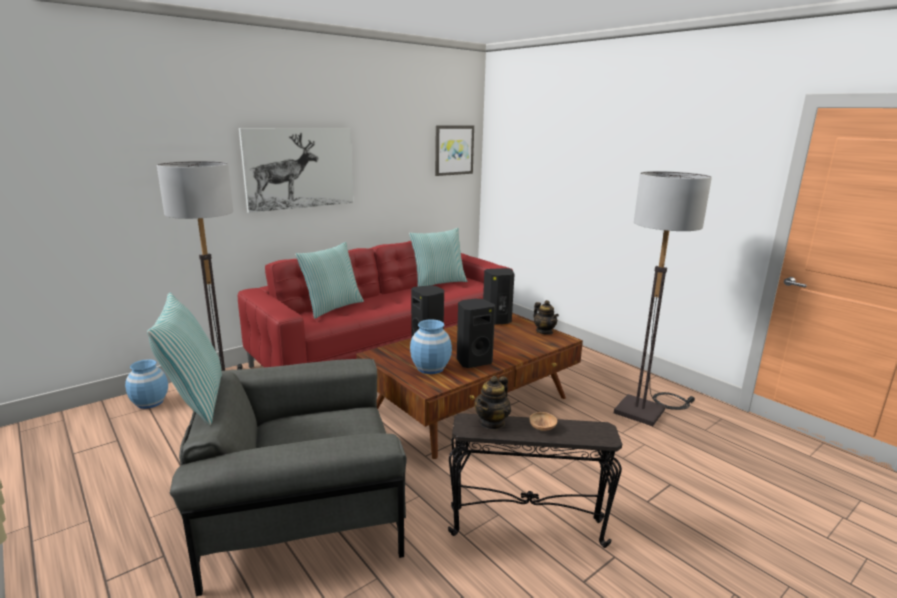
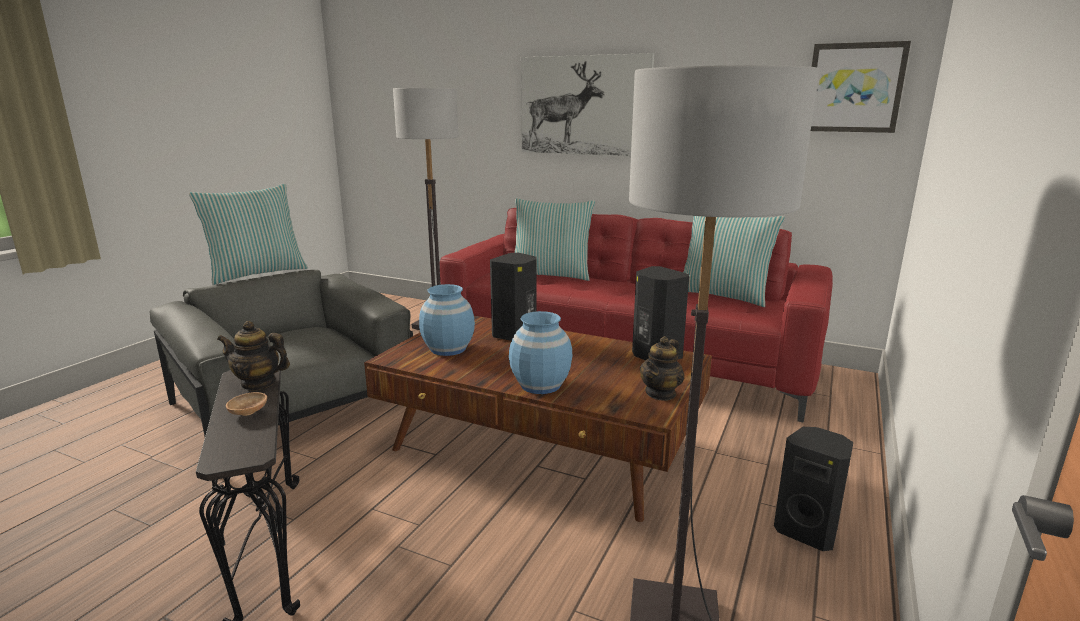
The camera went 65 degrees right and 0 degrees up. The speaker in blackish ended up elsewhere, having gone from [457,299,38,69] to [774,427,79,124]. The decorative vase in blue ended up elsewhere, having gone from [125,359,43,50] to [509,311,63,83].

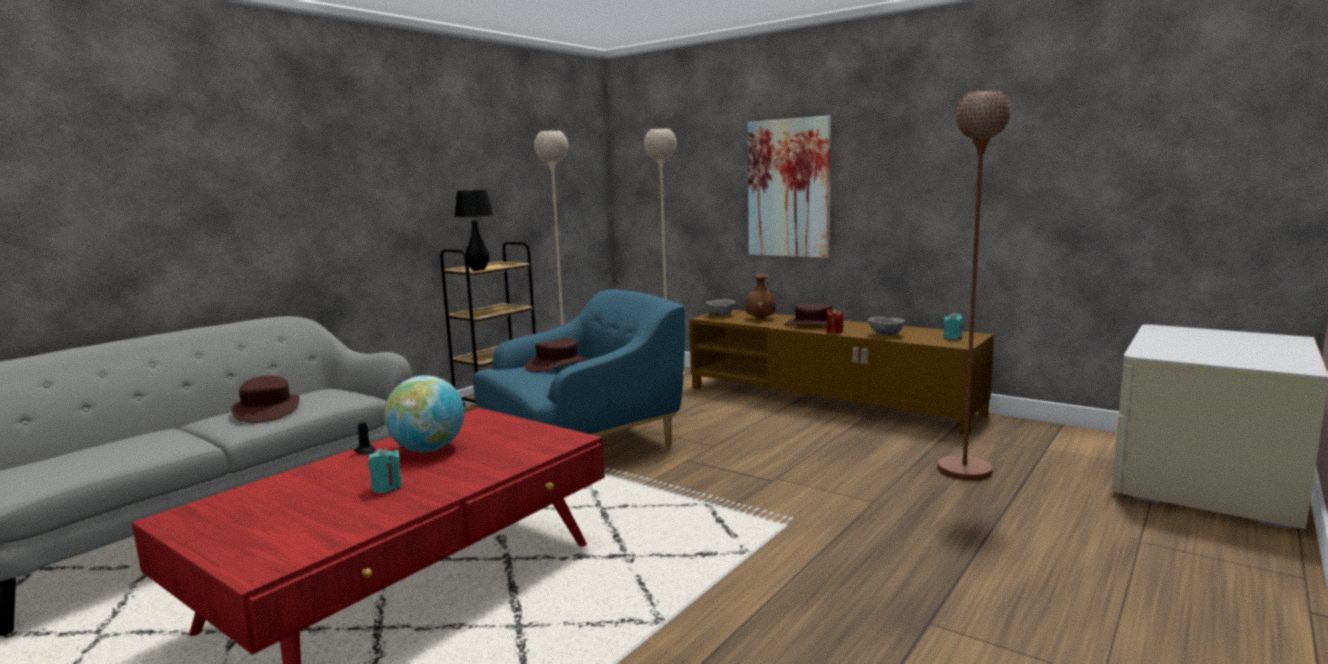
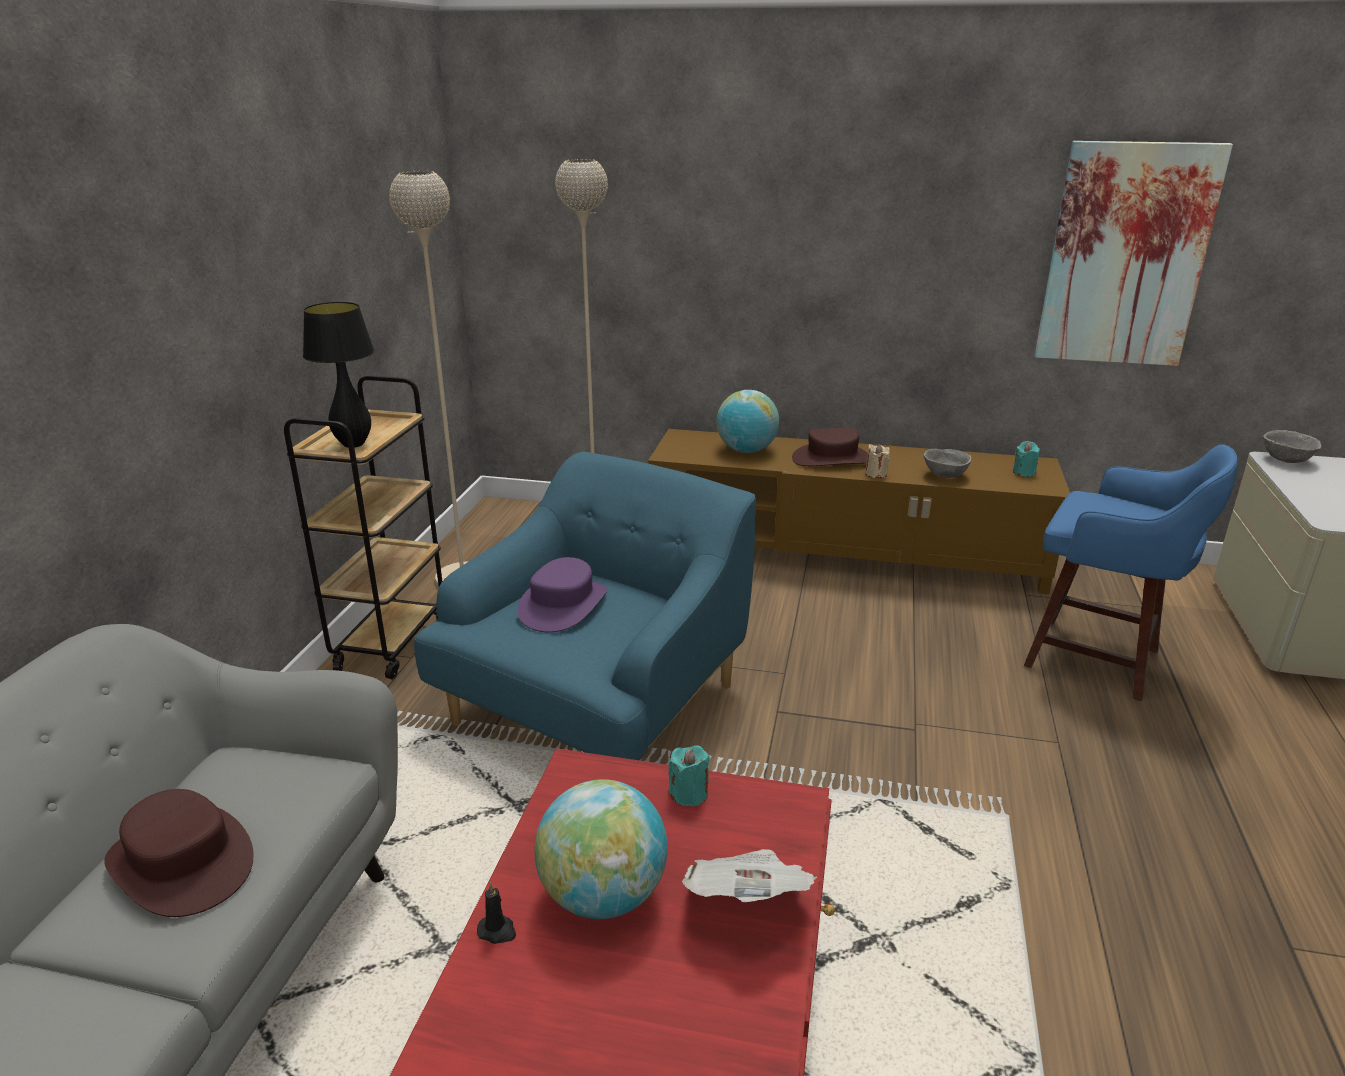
The camera went 25 degrees left and 15 degrees up. Where the floor lamp in brown stood at [937,90,74,391], the sitting stool in blue came to stand at [1024,444,214,257]. The picture ended up elsewhere, having gone from [748,116,83,142] to [1035,141,198,225]. Where the decorative vase in brown stood at [746,275,30,44], the globe came to stand at [717,390,63,63]. The bowl in grey ended up elsewhere, having gone from [706,299,29,17] to [1263,430,58,33]. What was the candle in red at [826,308,17,26] turned into the candle in beige-coloured at [865,444,25,34]. What was the clothing hat in brown at [525,338,65,34] turned into the clothing hat in purple-coloured at [517,557,90,75]. The candle in turquoise ended up elsewhere, having gone from [368,447,34,46] to [668,745,42,62]. The second view gained the newspaper at [682,849,135,53].

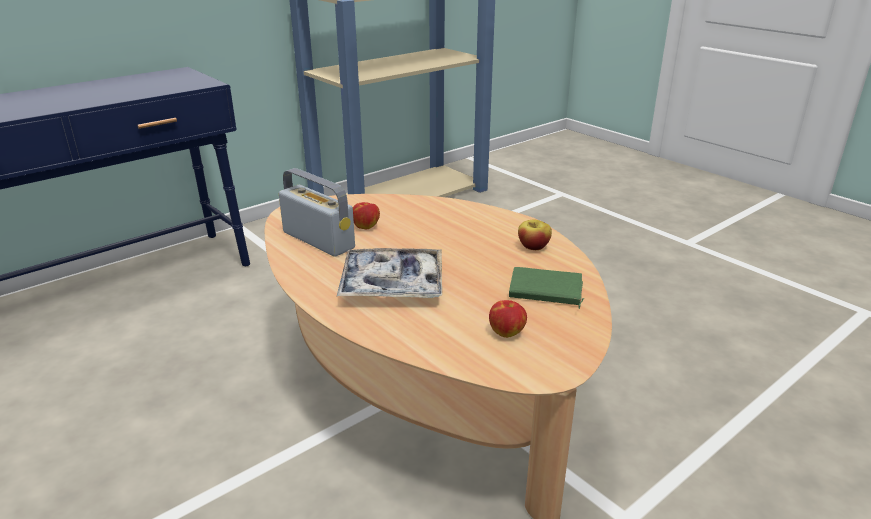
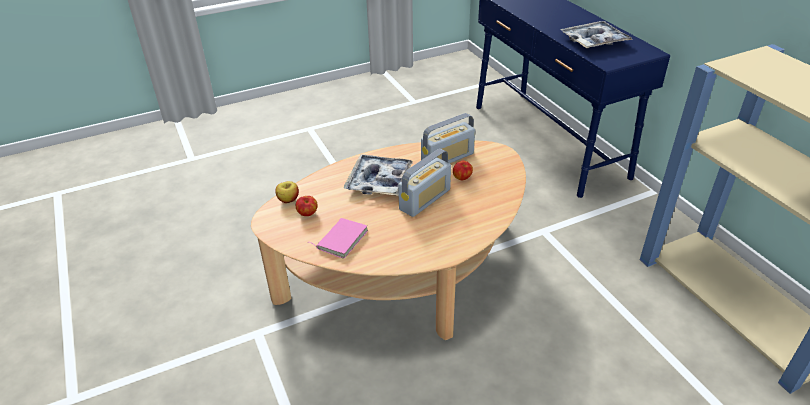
The camera went 105 degrees right and 10 degrees up. The apple fruit ended up elsewhere, having gone from [518,220,34,30] to [275,181,24,22]. What was the book in greenish at [509,267,75,42] turned into the book in pink at [310,218,58,41]. The second view gained the serving tray at [560,21,73,28]. The second view gained the radio set at [398,149,53,68].

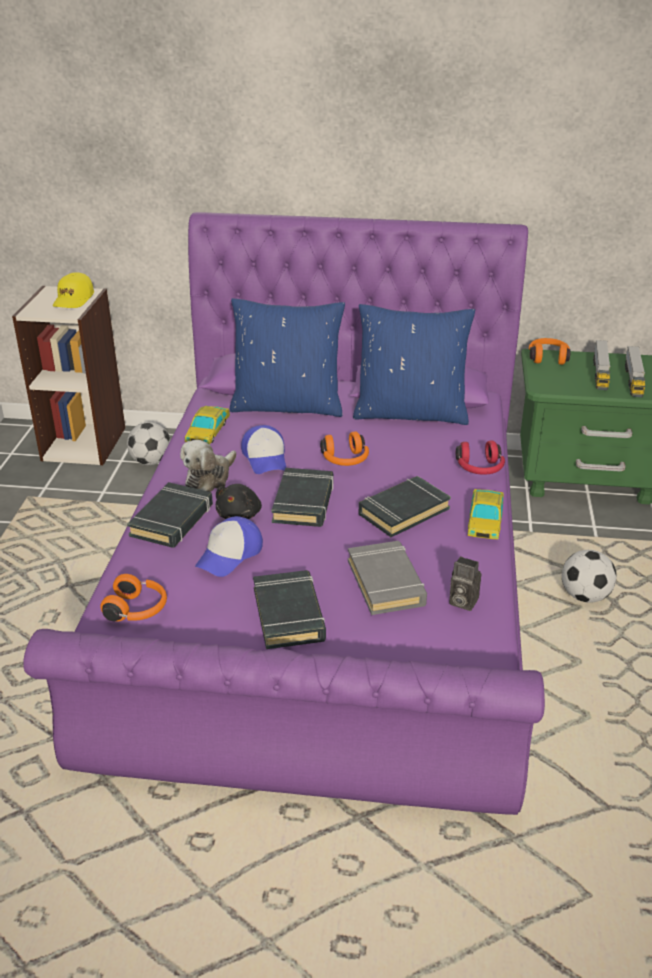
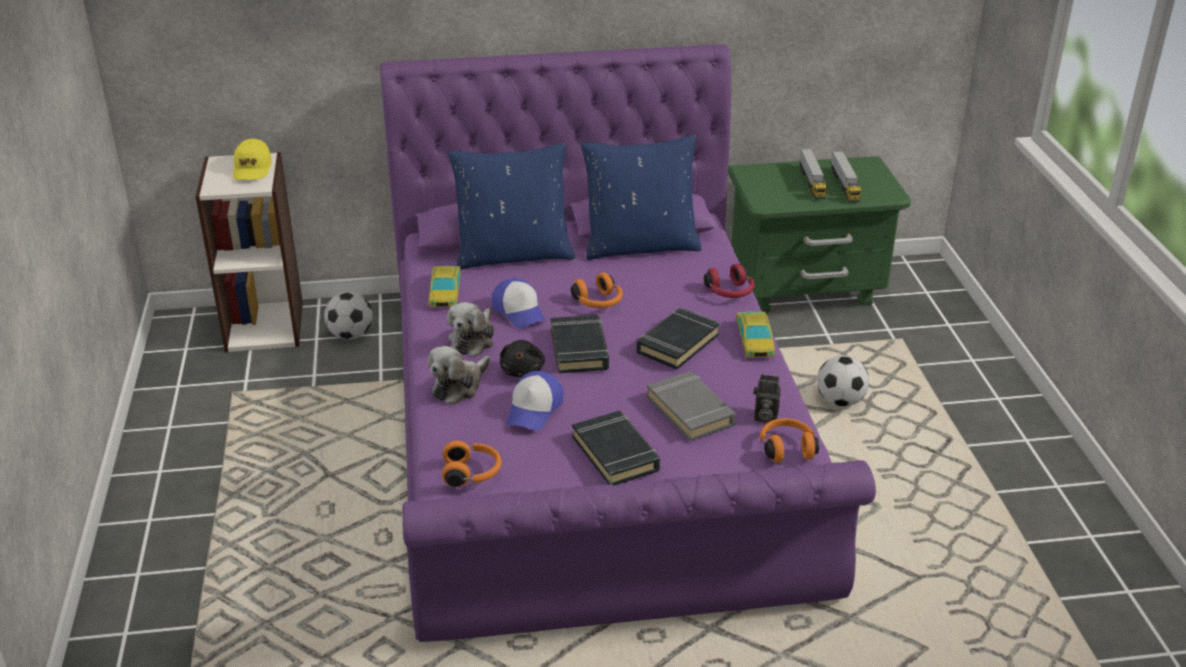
The camera went 15 degrees left and 0 degrees up. The pair of headphones in orangey ended up elsewhere, having gone from [529,338,42,27] to [760,418,59,44]. Where the book in blackish stood at [127,482,86,66], the cuddly toy came to stand at [428,346,62,59].

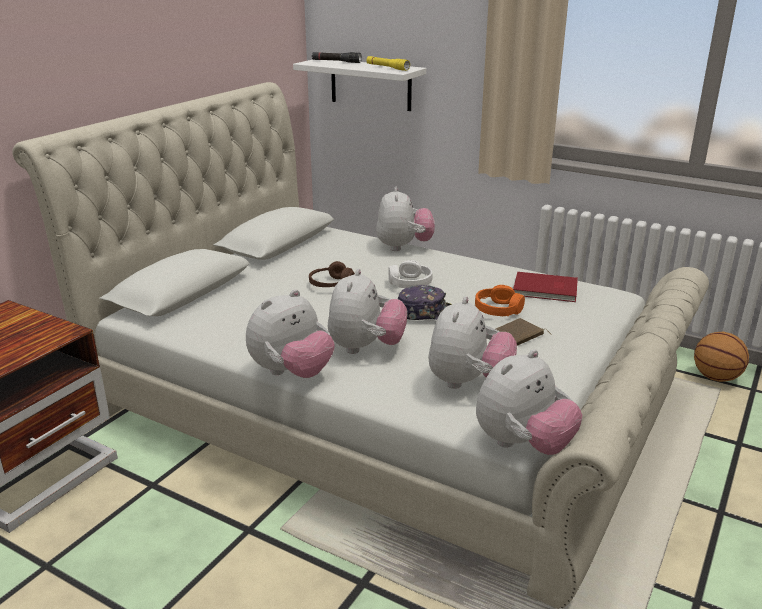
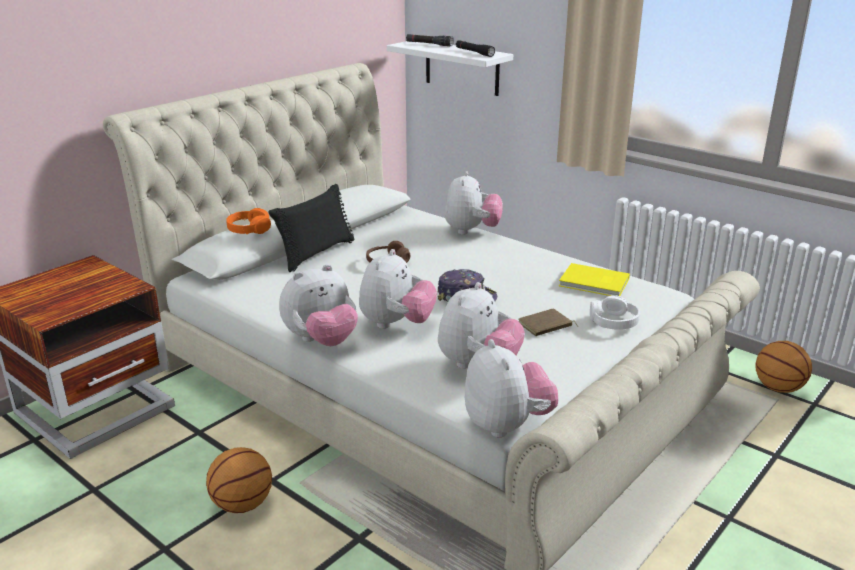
The camera went 10 degrees right and 0 degrees up. What was the flashlight in yellow-coloured at [366,56,44,15] turned into the flashlight in blackish at [456,40,39,17]. The pair of headphones in whitish ended up elsewhere, having gone from [389,260,44,28] to [590,295,50,35]. What was the book in red at [513,272,65,30] turned into the book in yellow-coloured at [559,263,71,33]. The pair of headphones in orangey ended up elsewhere, having gone from [475,285,50,31] to [226,208,45,26]. The cuddly toy at [476,349,106,106] ended up facing another way, 75 degrees counterclockwise from before. The second view gained the throw pillow in blackish at [268,184,87,88]. The second view gained the ball for basketball at [206,447,66,66].

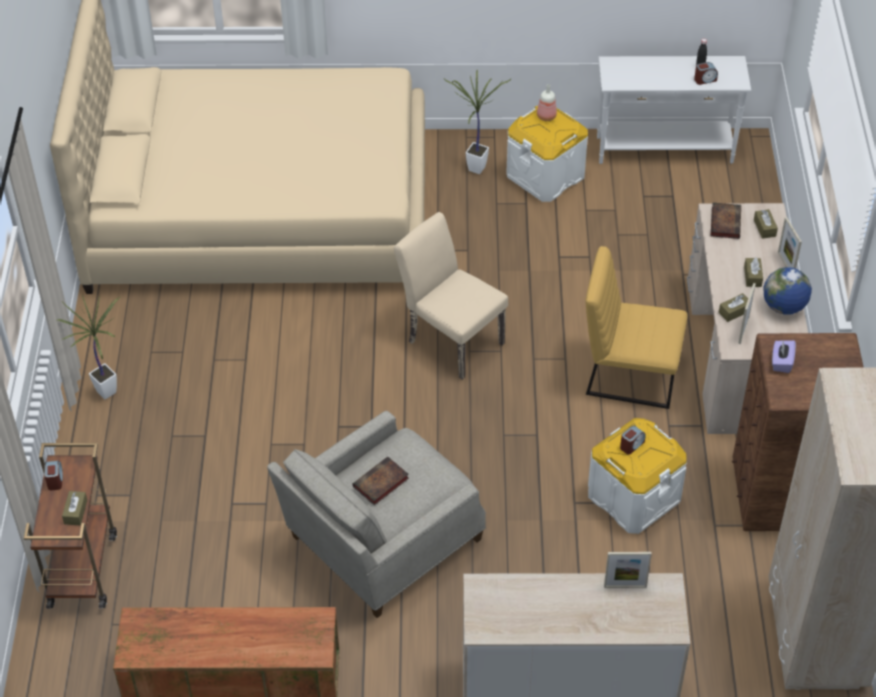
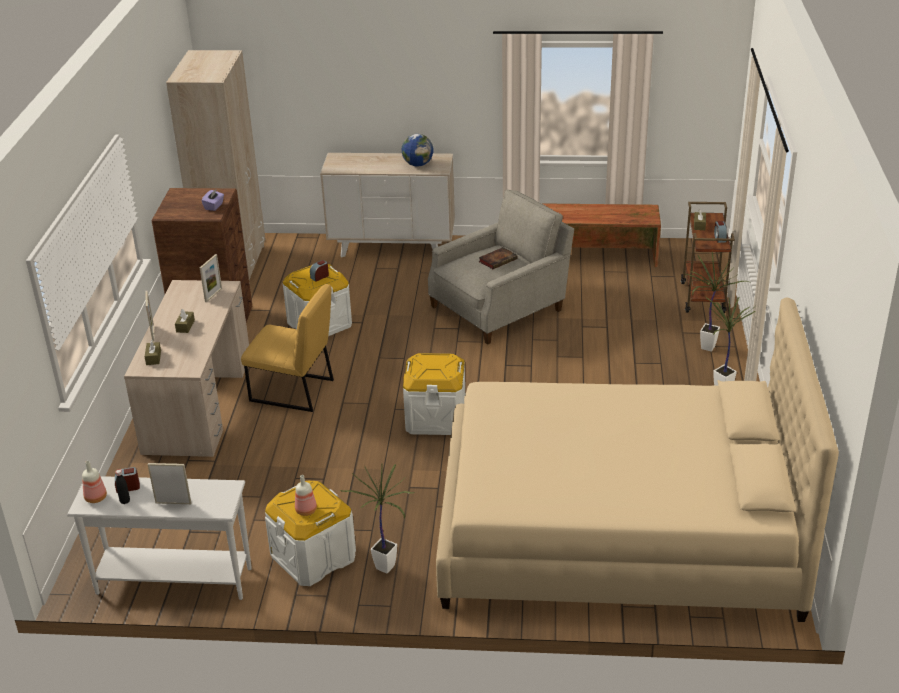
The camera went 175 degrees left and 15 degrees down. The second view lost the book at [711,203,30,36]. Where the upright chair in beige-coloured stood at [394,212,114,168], the storage box in whitish came to stand at [403,353,62,82]. The globe ended up elsewhere, having gone from [764,267,48,48] to [402,134,32,33]. The second view lost the tissue holder in brown at [719,293,29,29]. The photo frame ended up elsewhere, having gone from [604,552,48,36] to [148,463,43,41]. The second view gained the potted plant at [686,252,62,99]. The second view gained the beverage bottle at [82,461,25,42].

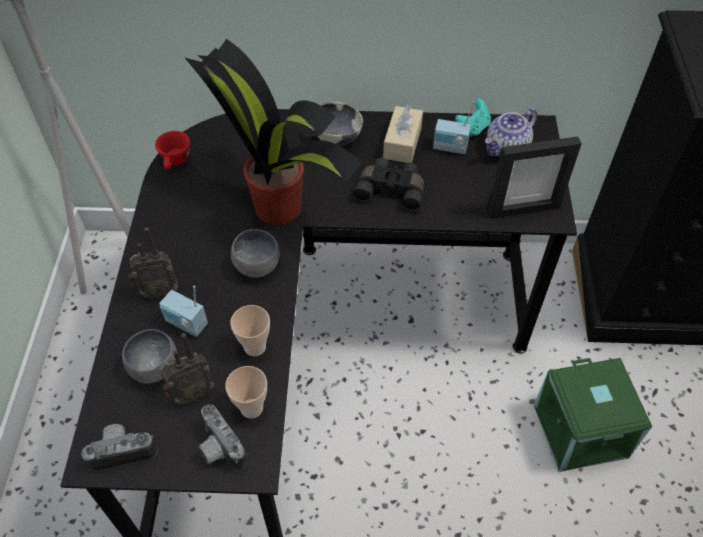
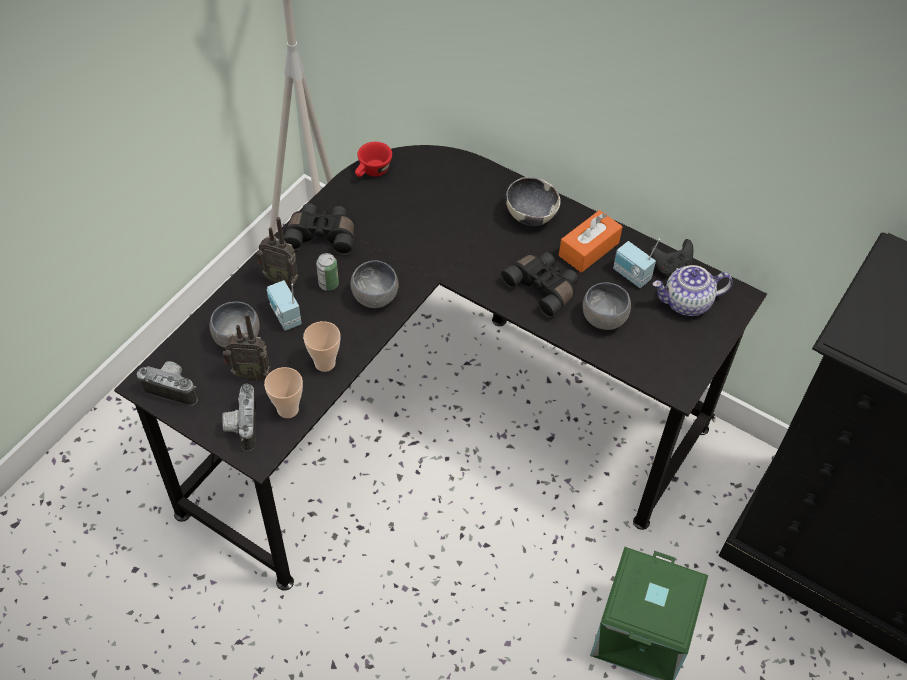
The camera went 30 degrees right and 0 degrees up. The second view lost the potted plant at [184,39,178,186]. What was the game controller in turquoise at [455,98,36,39] turned into the game controller in blackish at [650,239,43,36]. What was the tissue holder in beige-coloured at [383,104,40,59] turned into the tissue holder in orangey at [559,210,64,63]. The second view lost the photo frame at [487,136,95,83]. The second view gained the binoculars in blackish at [284,203,70,52]. The second view gained the can at [316,253,23,38]. The second view gained the bowl in grey at [583,282,48,48].

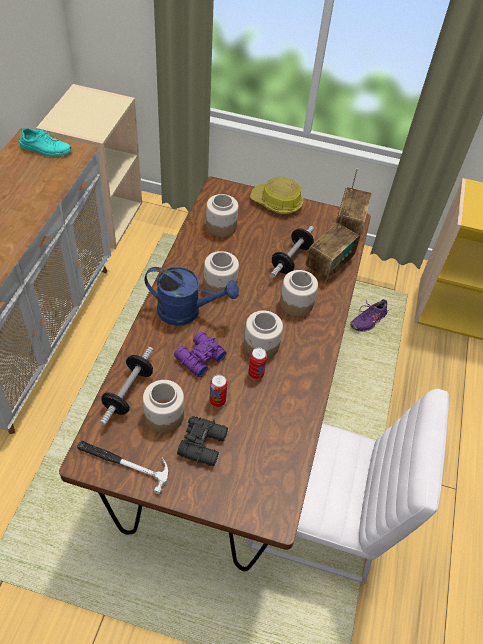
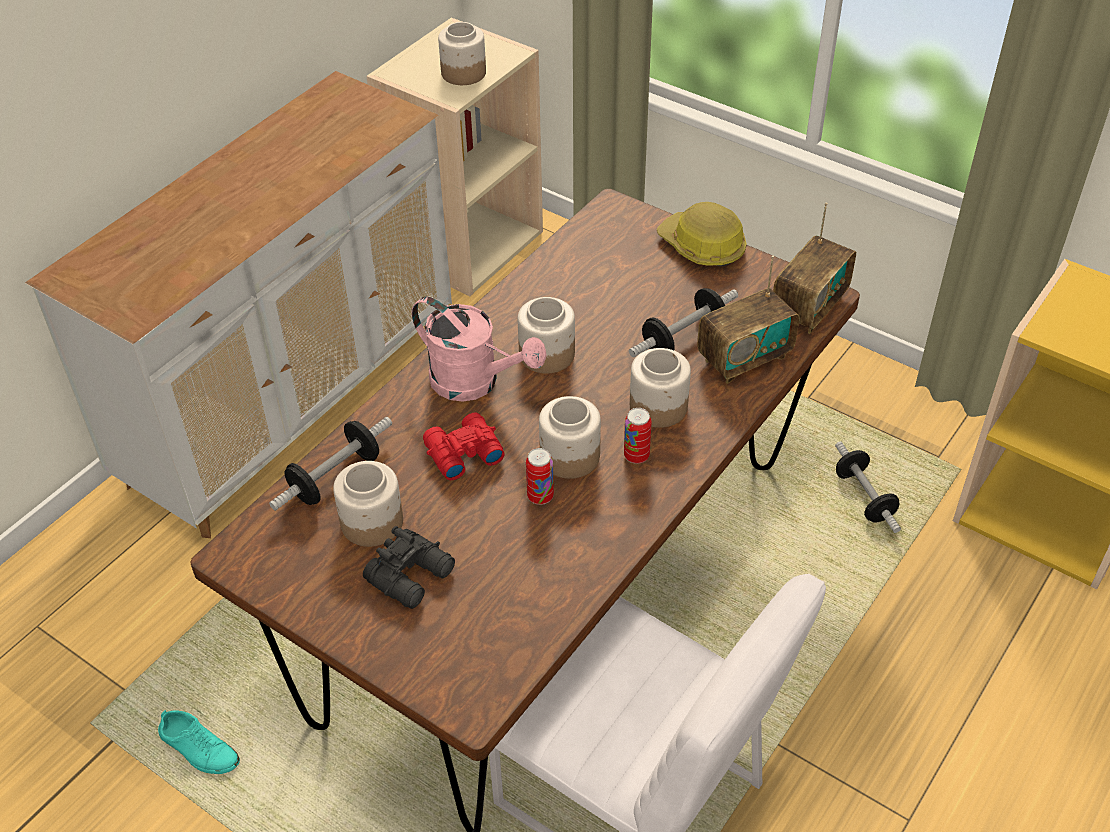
The camera went 25 degrees right and 5 degrees down. The low shoe in turquoise ended up elsewhere, having gone from [19,128,53,29] to [158,710,82,64]. The jar ended up elsewhere, having gone from [206,194,32,43] to [438,22,48,63]. What was the watering pot in blue at [145,267,94,59] turned into the watering pot in pink at [412,297,135,105]. Where the low shoe in purple-coloured stood at [350,299,39,33], the free weight came to stand at [835,442,66,91]. What was the binoculars in purple-coloured at [174,331,52,46] turned into the binoculars in red at [423,412,82,68]. The can ended up elsewhere, having gone from [209,375,18,32] to [624,408,28,56]. The second view lost the hand hammer at [77,441,91,53].

